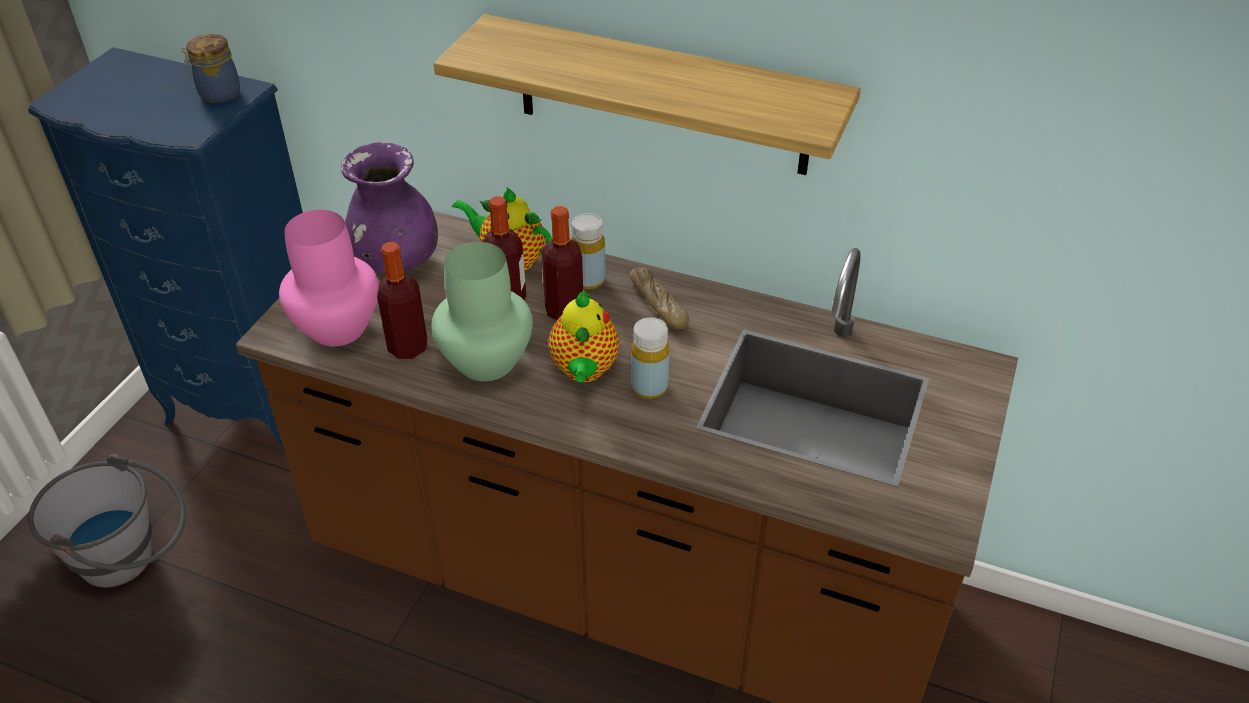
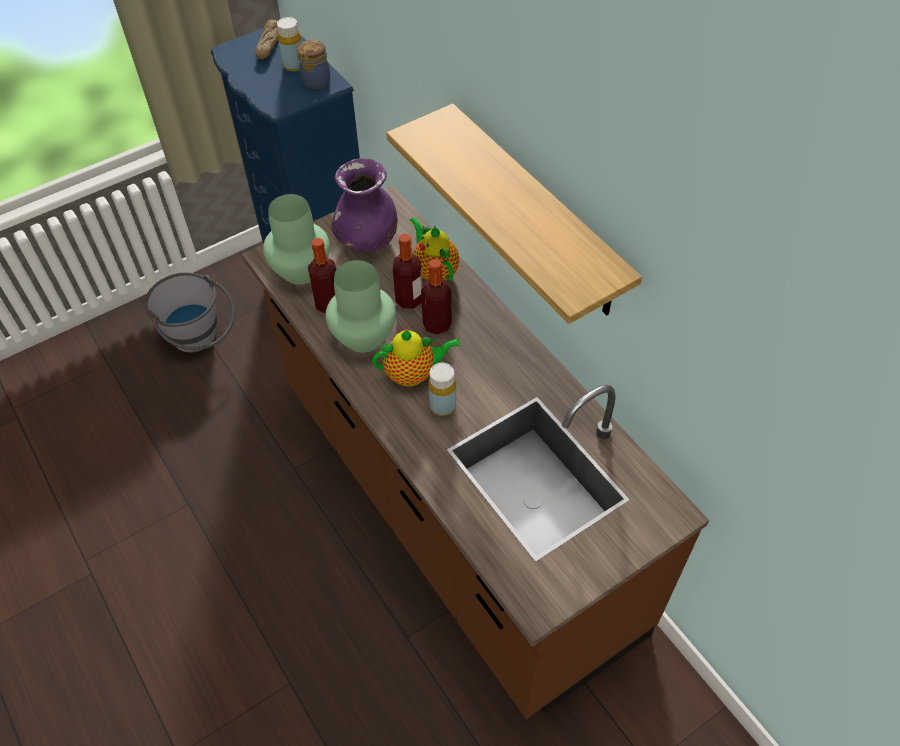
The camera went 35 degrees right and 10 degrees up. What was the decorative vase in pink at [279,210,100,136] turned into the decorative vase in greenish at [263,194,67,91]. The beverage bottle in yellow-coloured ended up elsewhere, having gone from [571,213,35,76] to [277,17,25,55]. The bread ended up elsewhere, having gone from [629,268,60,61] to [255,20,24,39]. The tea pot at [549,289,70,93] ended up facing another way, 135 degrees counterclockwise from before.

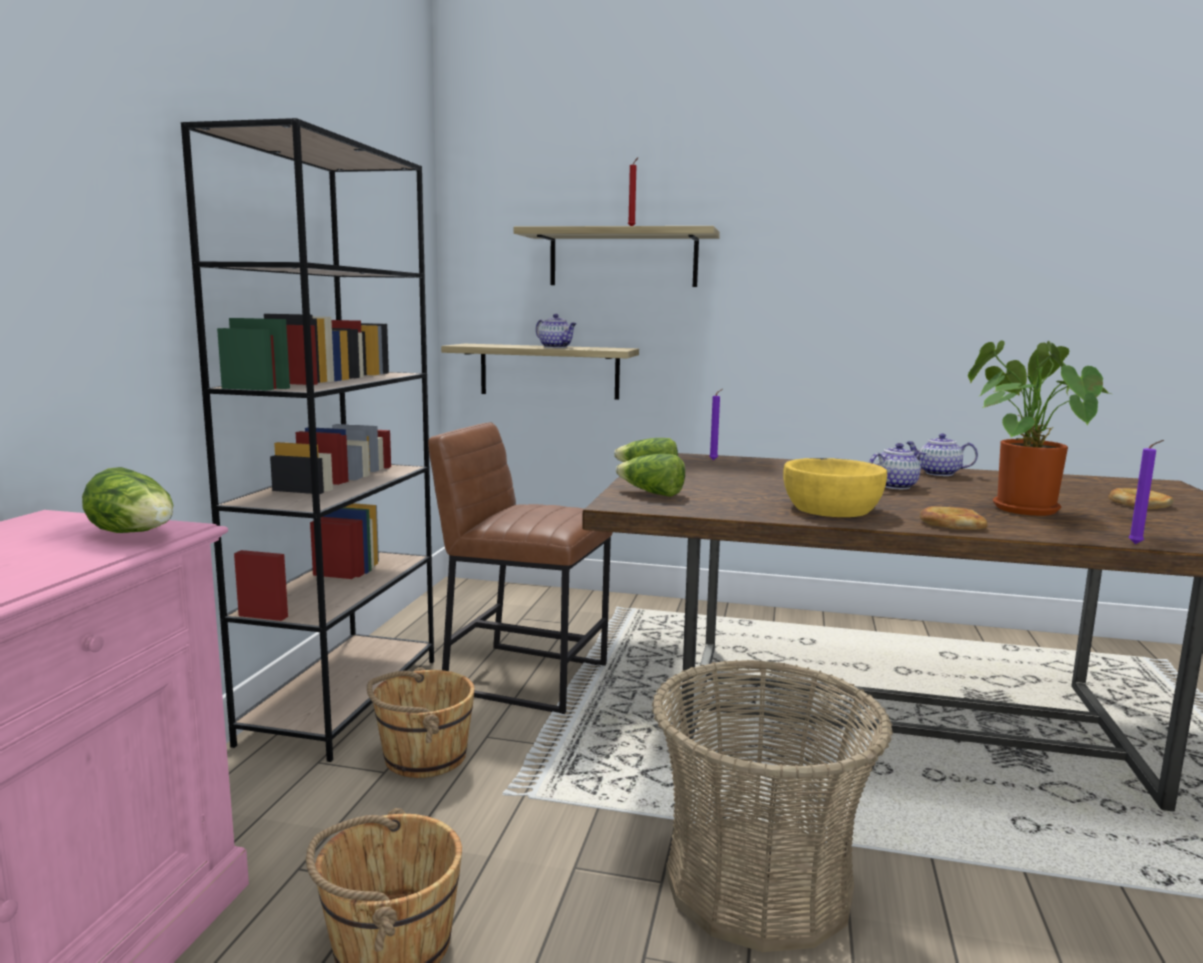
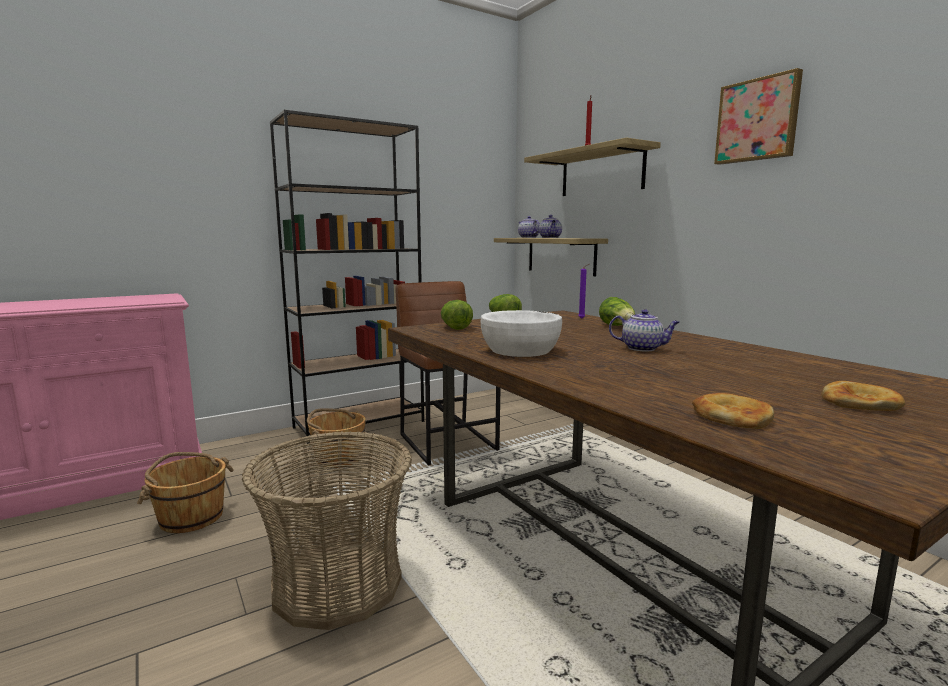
The camera went 45 degrees right and 0 degrees up. The second view lost the potted plant at [968,340,143,176]. The tea pot ended up elsewhere, having gone from [906,433,72,43] to [518,216,22,22]. The second view lost the candle in purple-coloured at [1128,440,36,104]. What was the bowl in yellow-coloured at [783,458,104,59] turned into the bowl in whitish at [481,310,81,47]. The lettuce head ended up elsewhere, having gone from [82,467,91,66] to [599,297,36,29]. The bread ended up elsewhere, having gone from [920,506,68,24] to [692,393,82,36]. The second view gained the picture at [714,68,89,97].

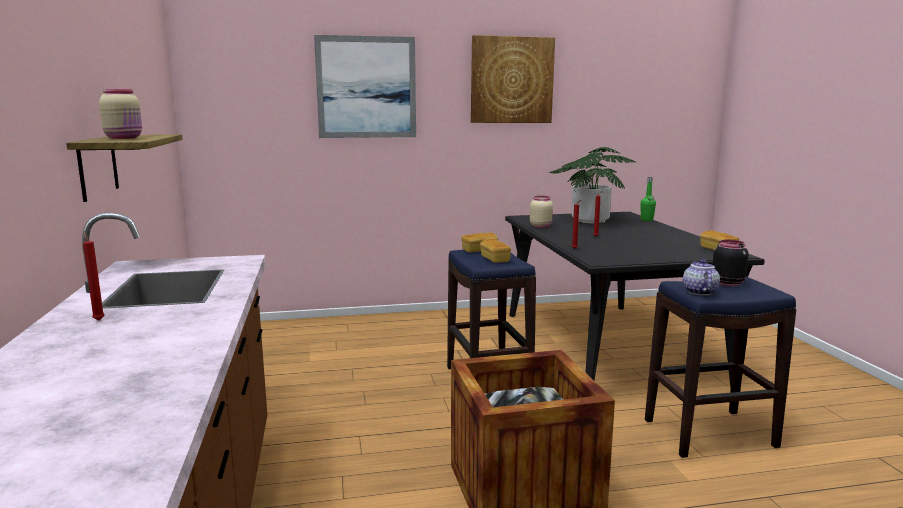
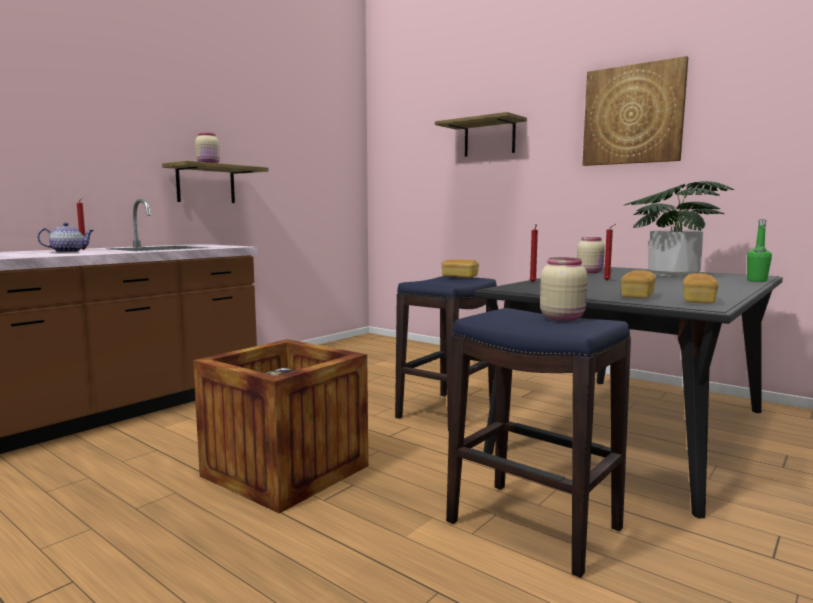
The camera went 50 degrees right and 5 degrees down. Where the picture hung at [314,35,102,103], the bracket shelf came to hang at [435,112,92,45]. The bread ended up elsewhere, having gone from [480,239,31,24] to [621,270,35,28]. What was the jar in blackish at [712,240,37,46] turned into the jar in beige-coloured at [540,257,47,64]. The tea pot ended up elsewhere, having gone from [683,259,37,36] to [37,222,57,30].

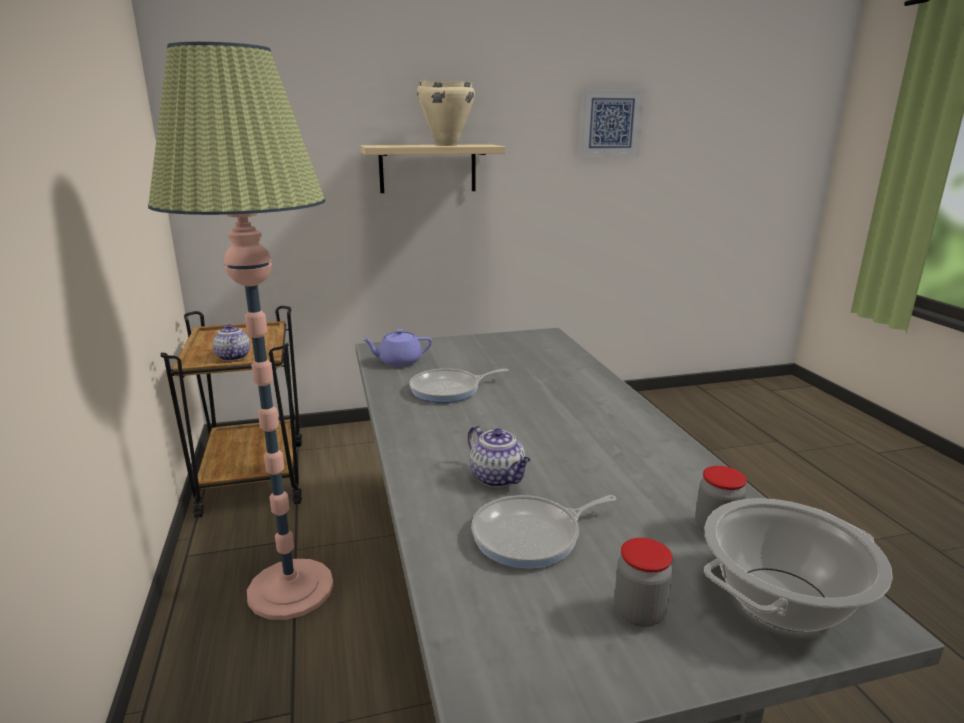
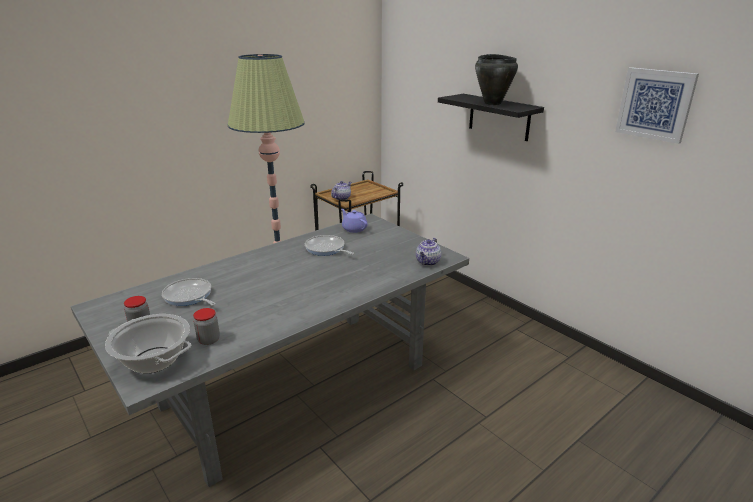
The camera went 65 degrees right and 5 degrees up. What was the saucepot in beige-coloured at [417,80,58,66] turned into the saucepot in blackish at [475,54,43,51]. What was the bracket shelf in beige-coloured at [360,144,146,49] turned into the bracket shelf in blackish at [438,94,106,47]. The tea pot ended up elsewhere, having gone from [468,425,63,62] to [416,238,25,28].

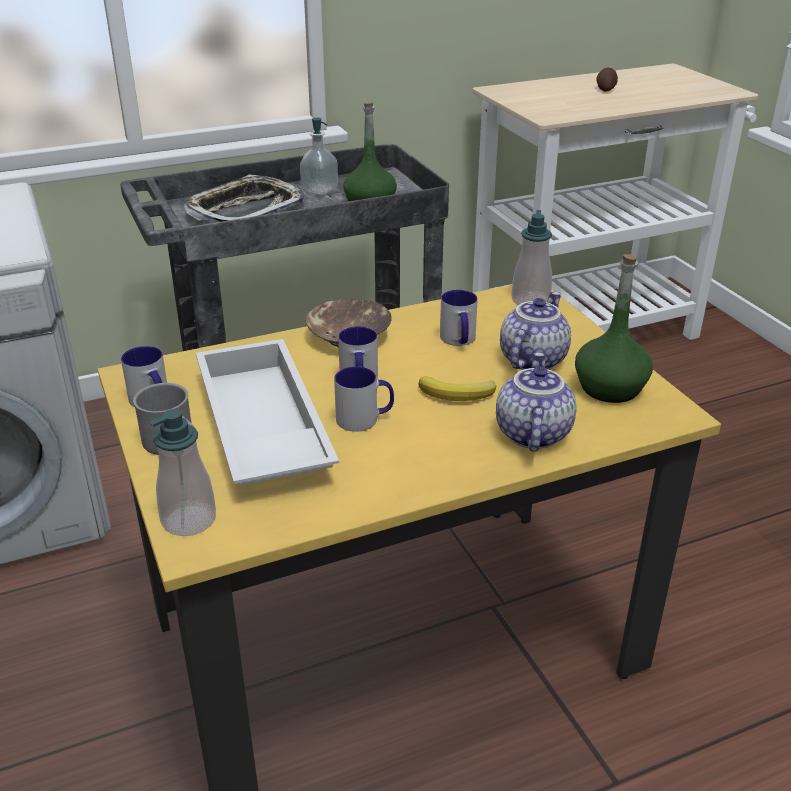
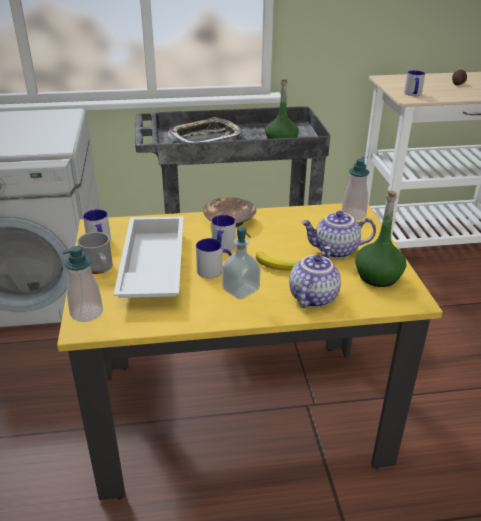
The camera went 15 degrees right and 0 degrees up. The soap dispenser ended up elsewhere, having gone from [300,118,38,77] to [222,226,39,74]. The tea mug ended up elsewhere, having gone from [440,290,38,56] to [404,70,21,26]. The tea pot at [500,292,71,78] ended up facing another way, 135 degrees counterclockwise from before.

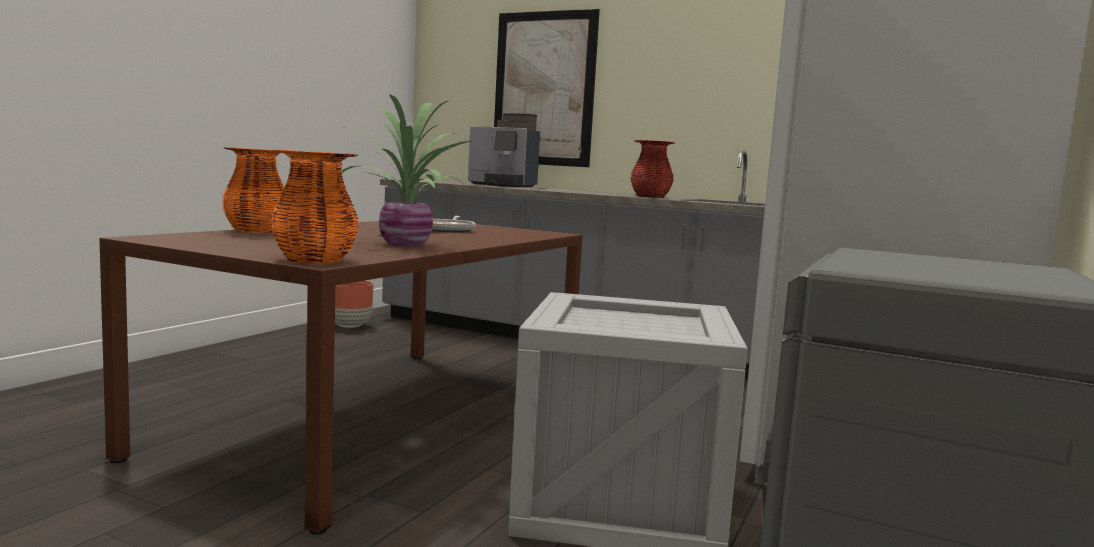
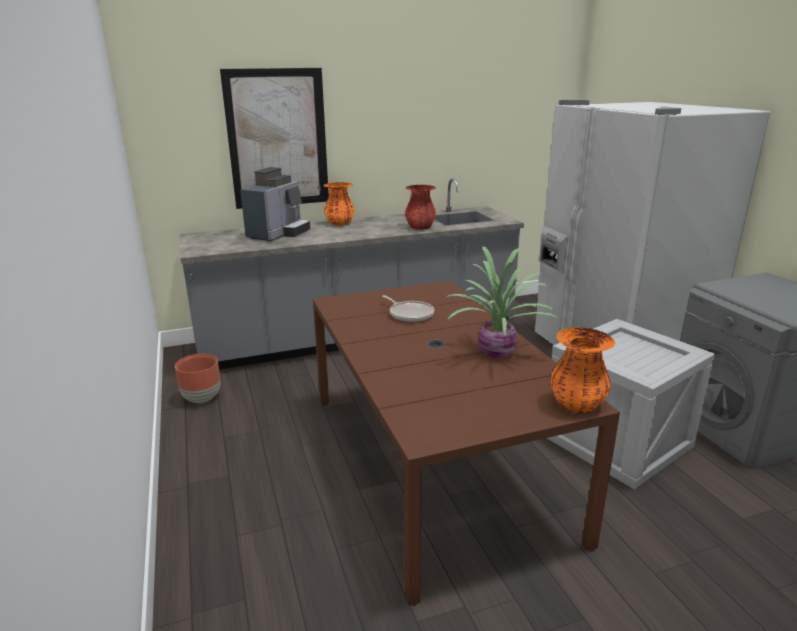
The camera went 45 degrees left and 15 degrees up. The coffee machine at [468,113,72,74] ended up facing another way, 45 degrees counterclockwise from before. The decorative vase in orangey ended up elsewhere, having gone from [222,147,62,86] to [323,182,31,44].

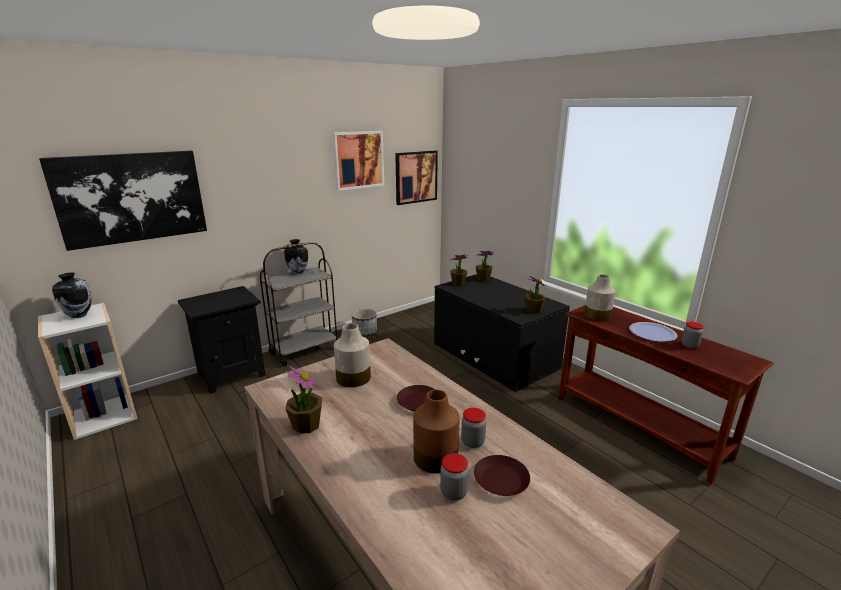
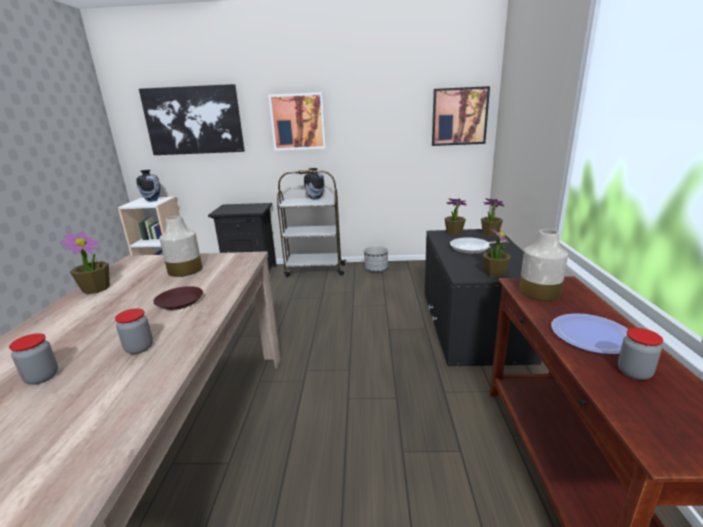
The camera went 40 degrees right and 0 degrees up. The picture ended up elsewhere, having gone from [332,131,52,60] to [268,92,58,59]. The second view lost the decorative vase in brown at [413,390,47,83]. The second view lost the plate in brown at [474,455,56,41]. The second view gained the frying pan at [450,237,58,17].

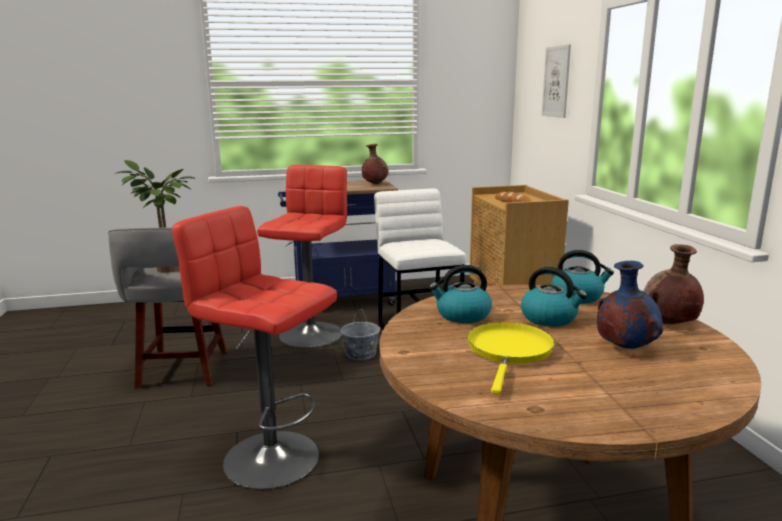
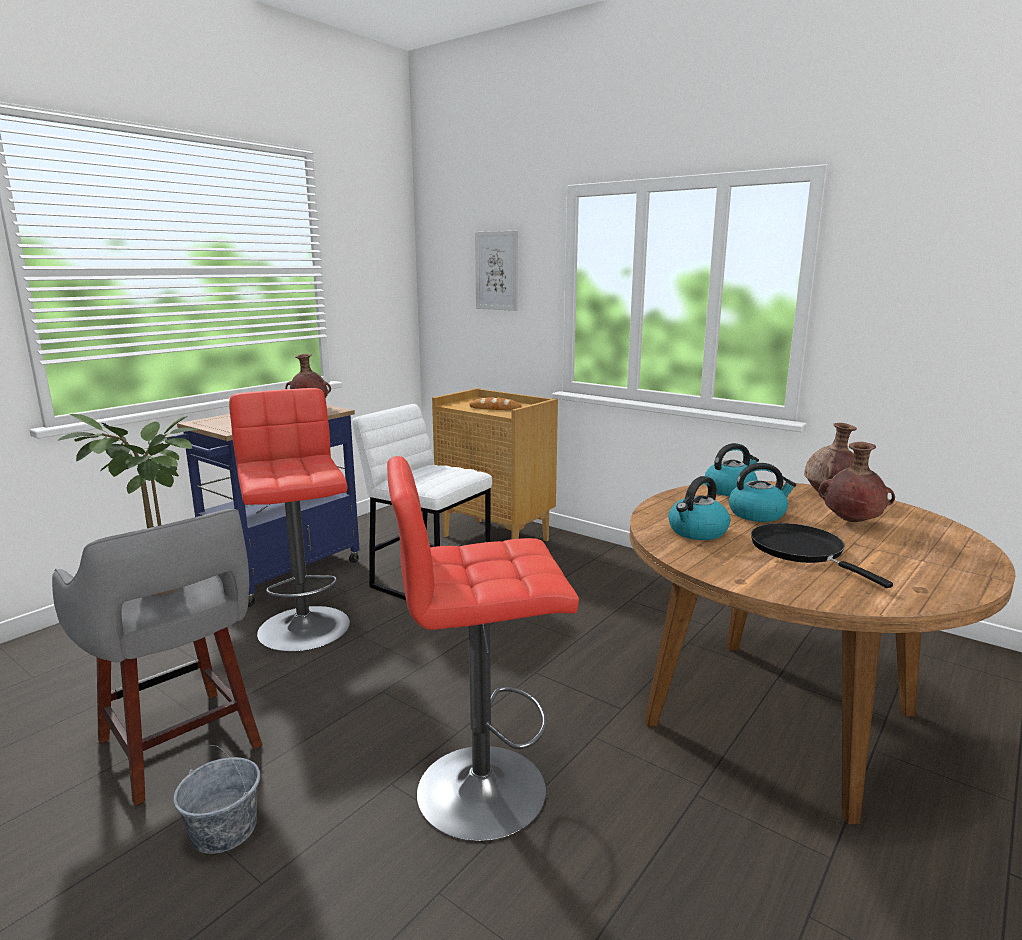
The camera went 40 degrees left and 0 degrees up. What was the decorative vase in blue at [597,261,66,88] turned into the decorative vase in brown at [818,442,77,80]. The water bucket in grey ended up elsewhere, having gone from [340,309,40,51] to [173,745,87,109]. What was the frying pan in yellow-coloured at [467,322,88,72] turned into the frying pan in blackish at [751,523,142,65].

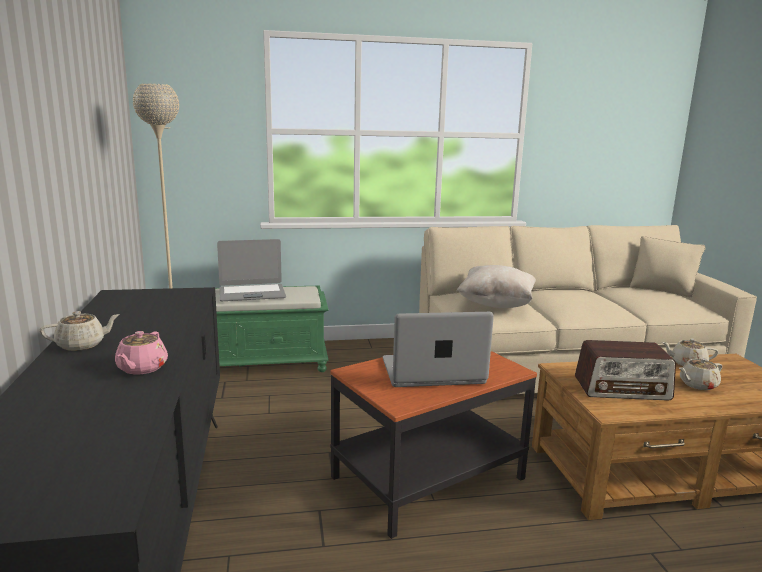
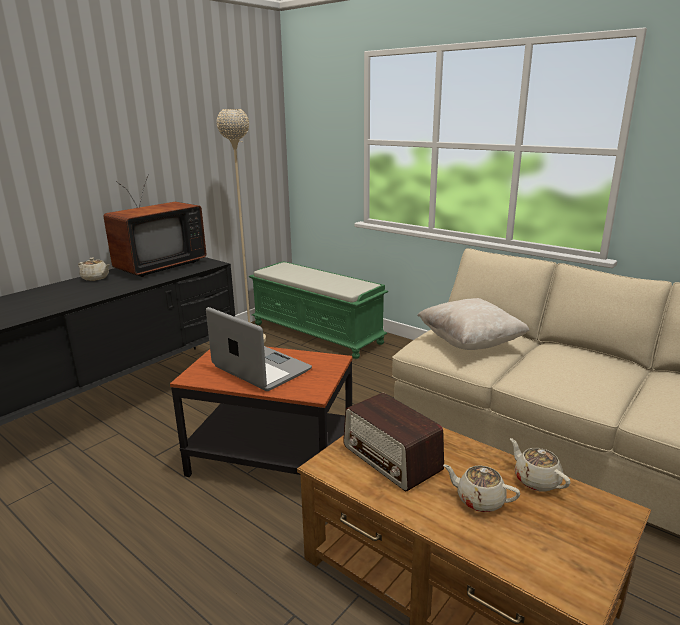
The camera went 50 degrees right and 5 degrees up. The second view lost the notebook computer at [217,239,69,62]. The second view lost the tea pot in pink at [115,331,53,44]. The second view gained the television at [103,174,103,103].

